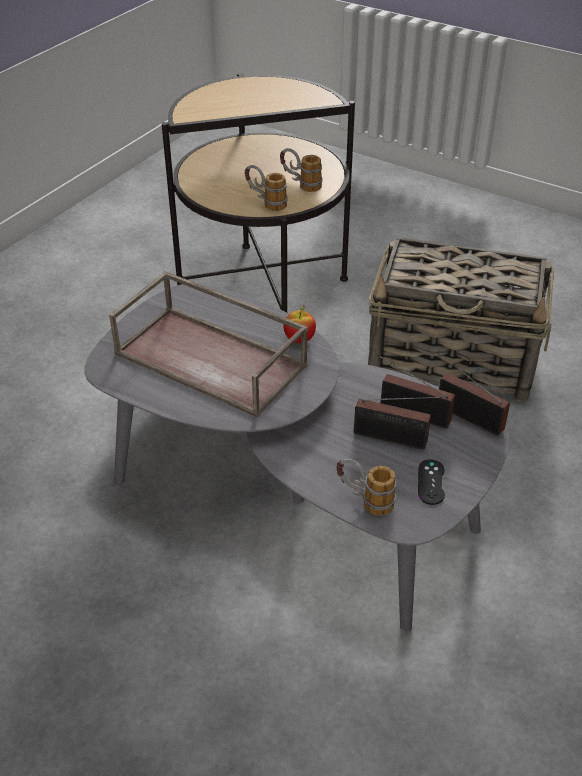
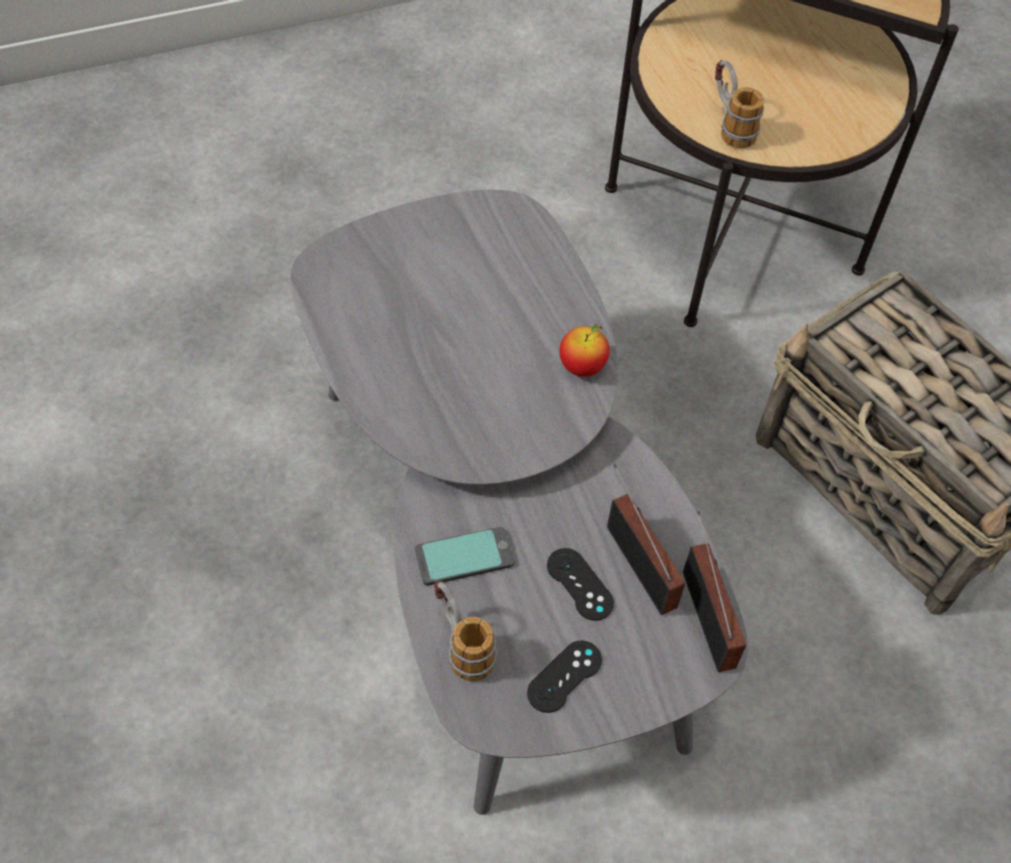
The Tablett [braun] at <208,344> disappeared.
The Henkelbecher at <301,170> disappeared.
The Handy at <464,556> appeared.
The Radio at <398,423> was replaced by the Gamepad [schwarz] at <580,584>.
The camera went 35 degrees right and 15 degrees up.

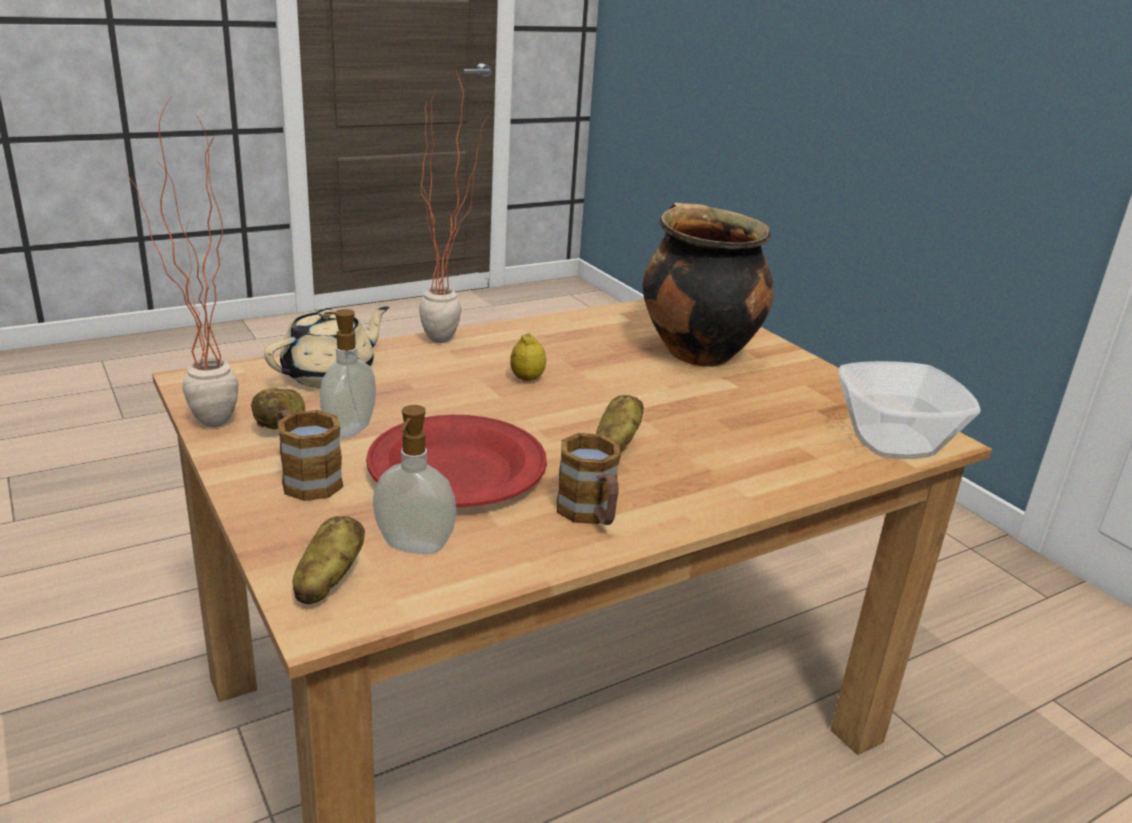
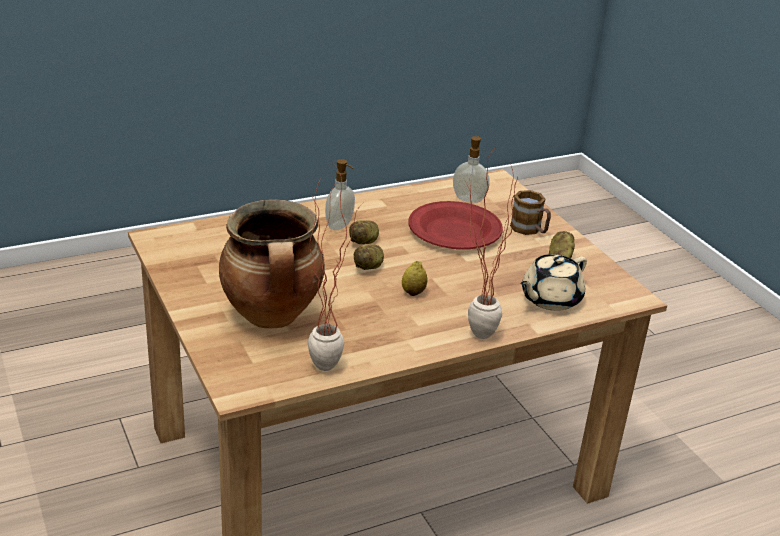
The Henkelbecher at <589,479> disappeared.
The Schüssel at <909,410> disappeared.
The Topfpflanze moved from <182,263> to <335,267>.
The Kartoffel moved from <328,560> to <369,257>.
The Seifenspender moved from <348,373> to <340,194>.
The camera went 175 degrees left and 5 degrees up.

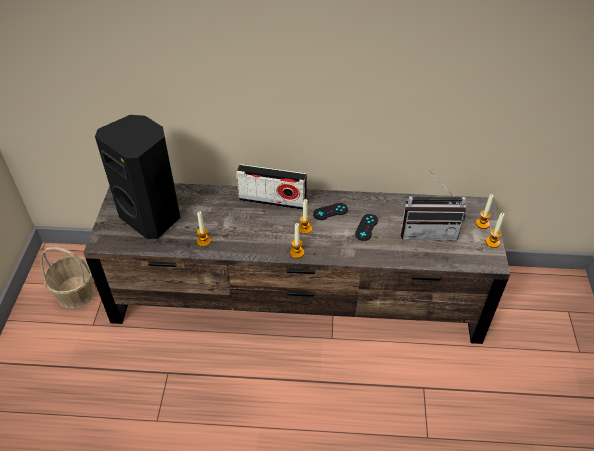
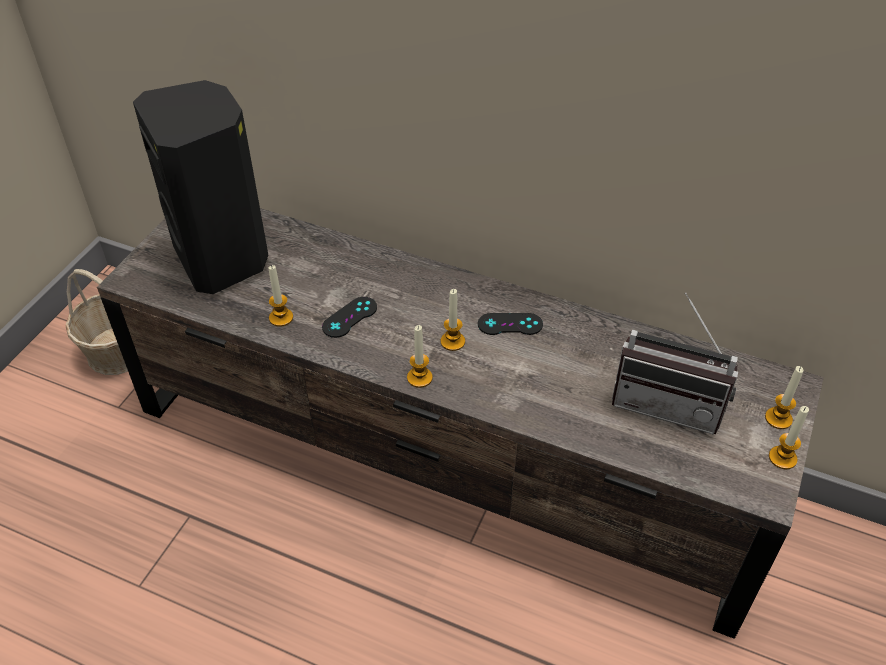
The Radio at <271,187> disappeared.
The Gamepad [schwarz] moved from <366,227> to <349,317>.
The camera went 20 degrees right and 0 degrees up.

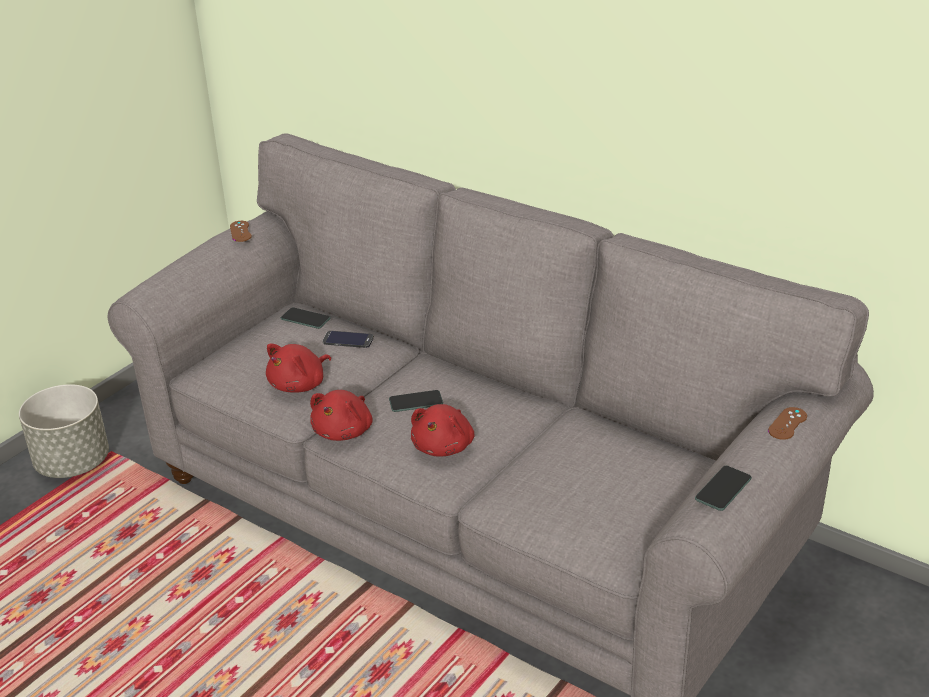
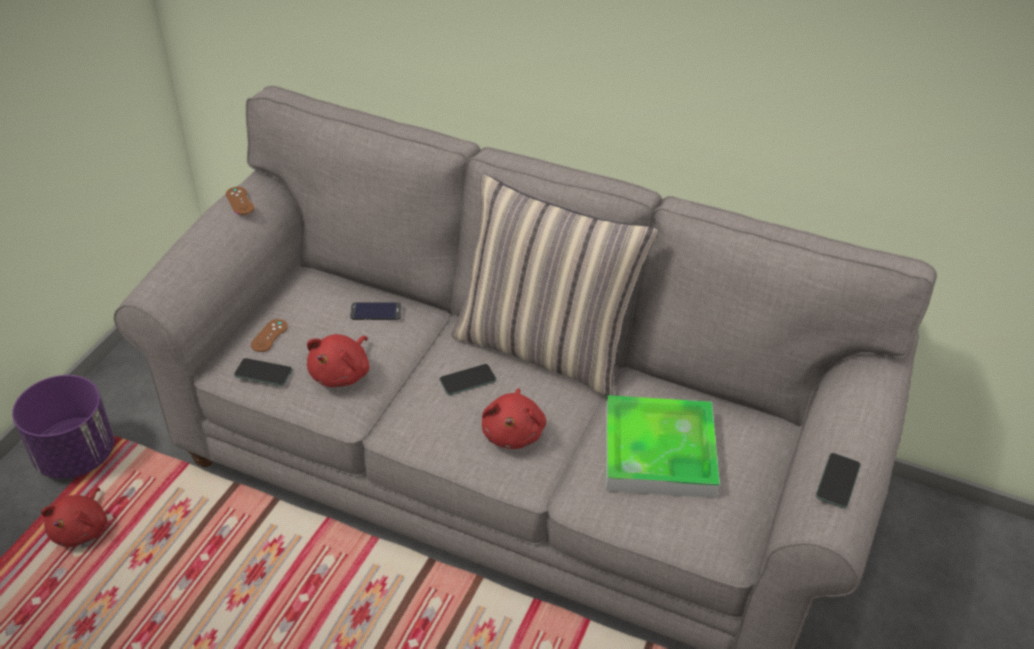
The Kissen at <554,284> appeared.
The Tablett at <663,446> appeared.
The Handy moved from <306,318> to <263,372>.
The Plüschtier [rot] moved from <341,415> to <74,517>.
The Gamepad [braun] moved from <787,423> to <269,335>.
The Pflanzkübel [grau] at <64,431> became the Pflanzkübel [lila] at <63,427>.
The camera went 15 degrees left and 10 degrees up.

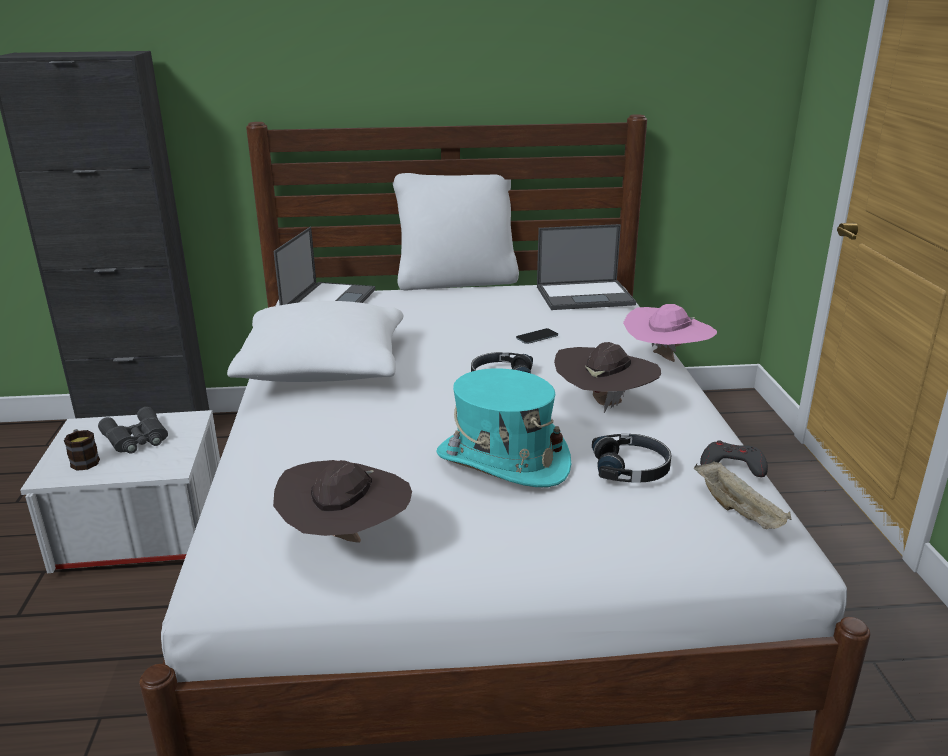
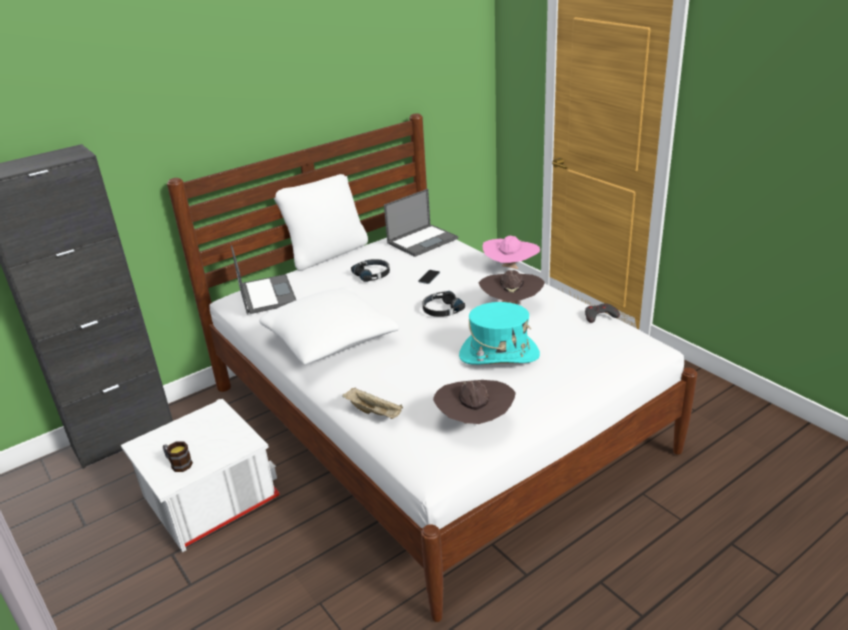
The Fernglas [grau] at <133,430> disappeared.
The Kopfhörer [schwarz] moved from <631,458> to <370,270>.
The Tablett [beige] moved from <742,495> to <372,403>.
The camera went 30 degrees left and 5 degrees up.

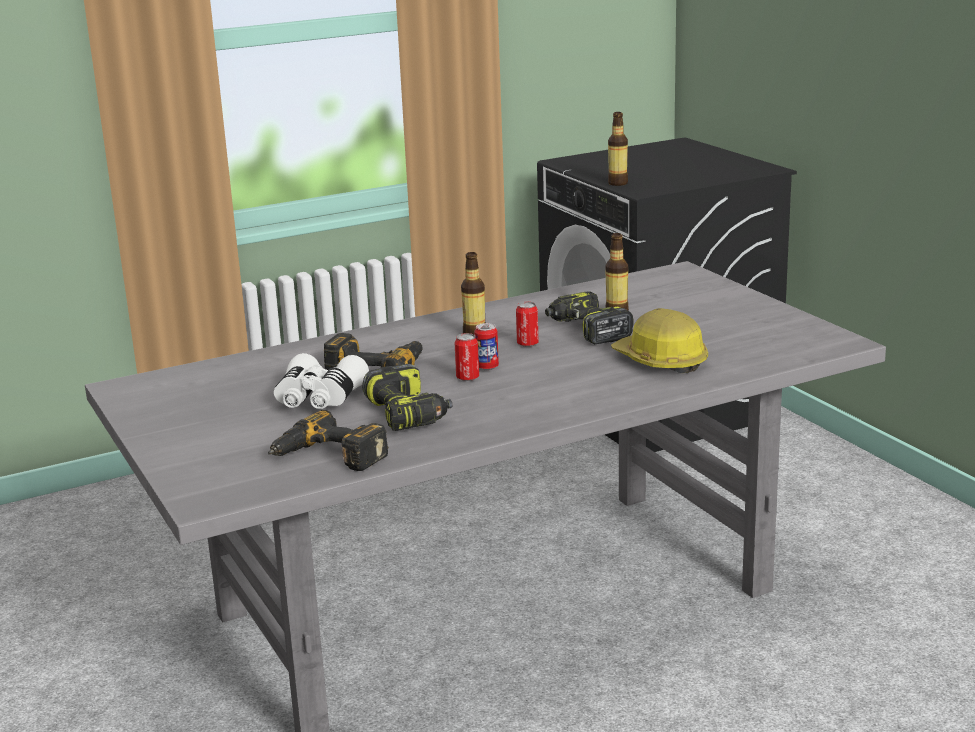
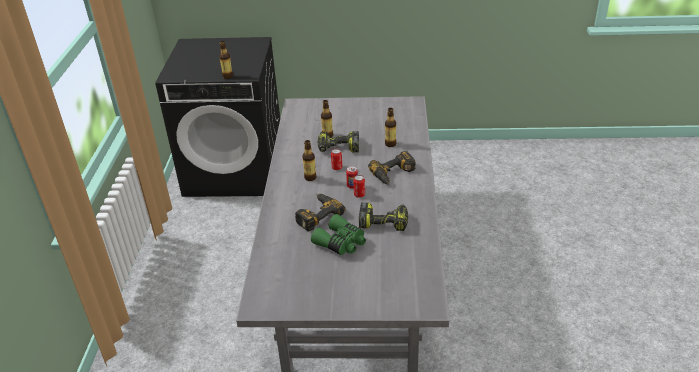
The Bohrmaschine moved from <328,440> to <391,167>.
The Schutzhelm at <659,340> was replaced by the Flasche at <390,127>.
The Fernglas [weiß] at <321,381> became the Fernglas [grün] at <338,234>.
The camera went 60 degrees left and 15 degrees up.

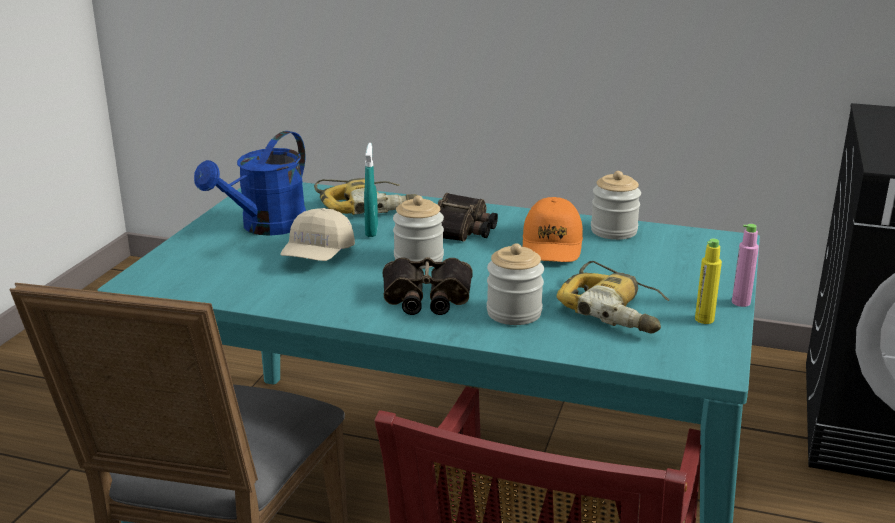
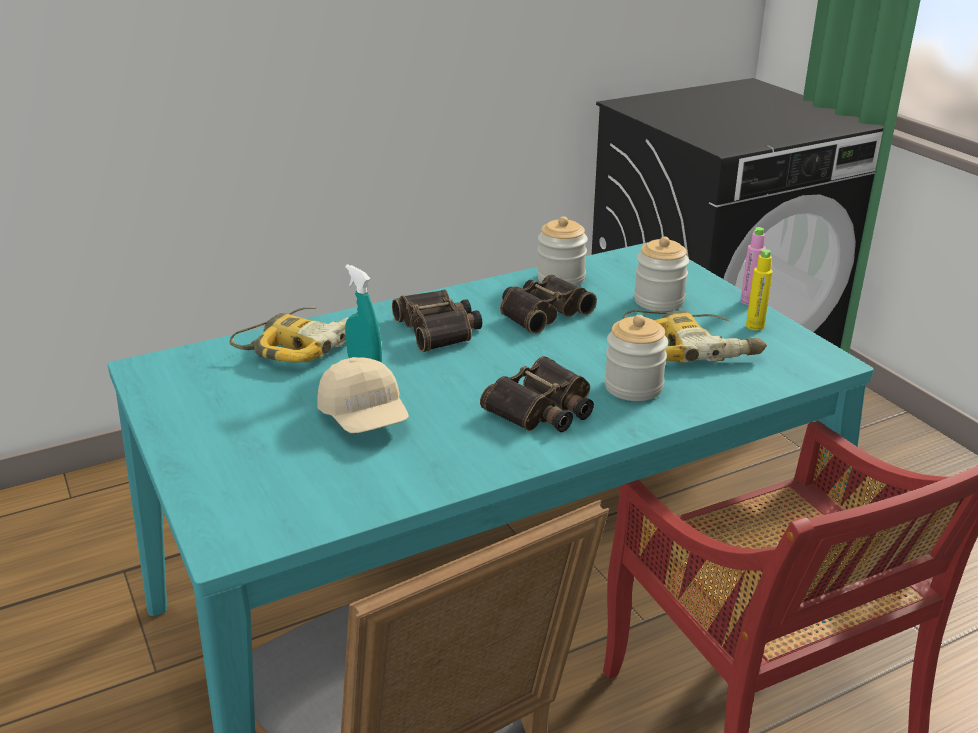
The Gießkanne [blau] at <250,183> disappeared.
The Vorratsglas moved from <418,232> to <661,273>.
The Kappe [orange] at <553,229> was replaced by the Fernglas at <548,304>.
The camera went 45 degrees left and 5 degrees up.

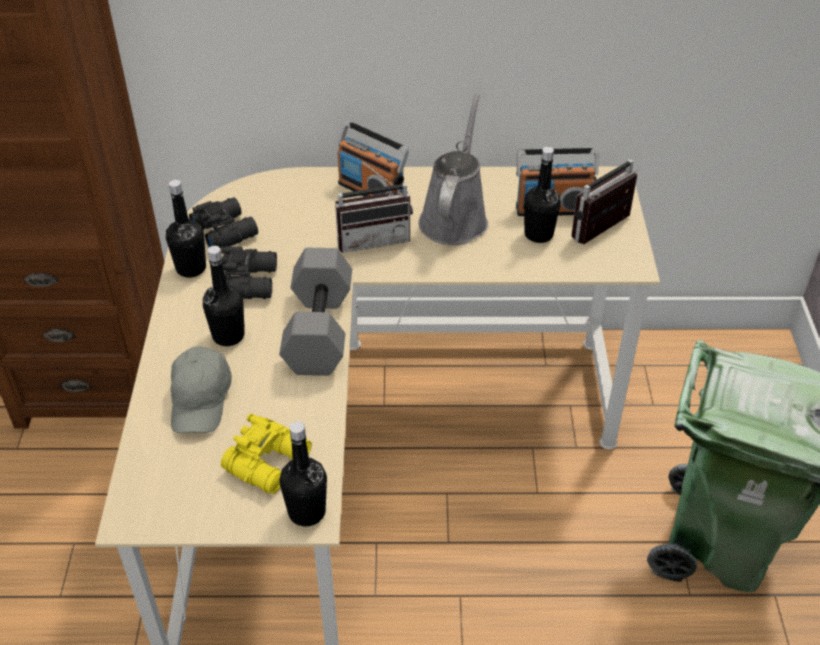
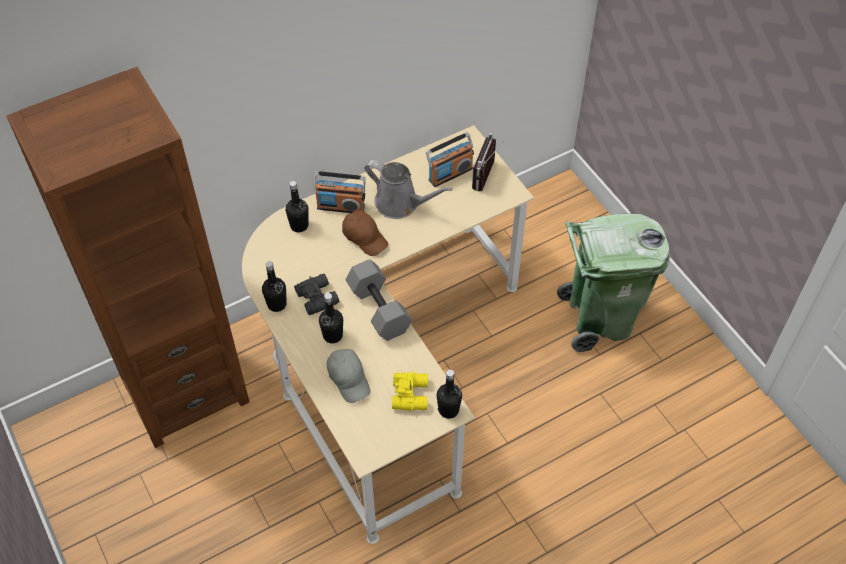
The Fernglas [schwarz] at <223,223> disappeared.
The Flasche [schwarz] moved from <542,195> to <297,206>.
The Radio at <374,205> was replaced by the Kappe [braun] at <365,233>.
The Gießkanne [grau] at <453,169> turned 135 degrees clockwise.
The camera went 30 degrees left and 10 degrees up.

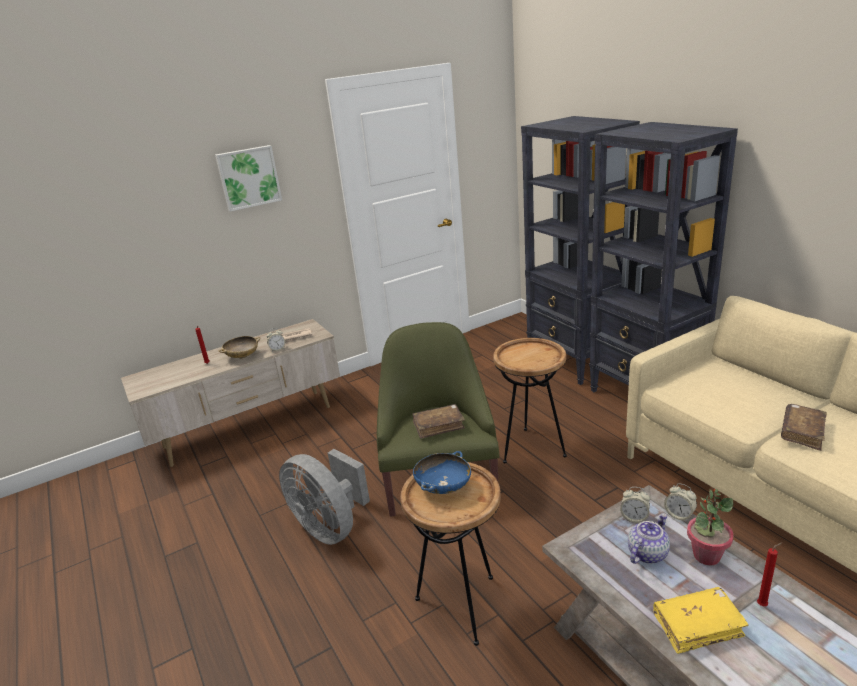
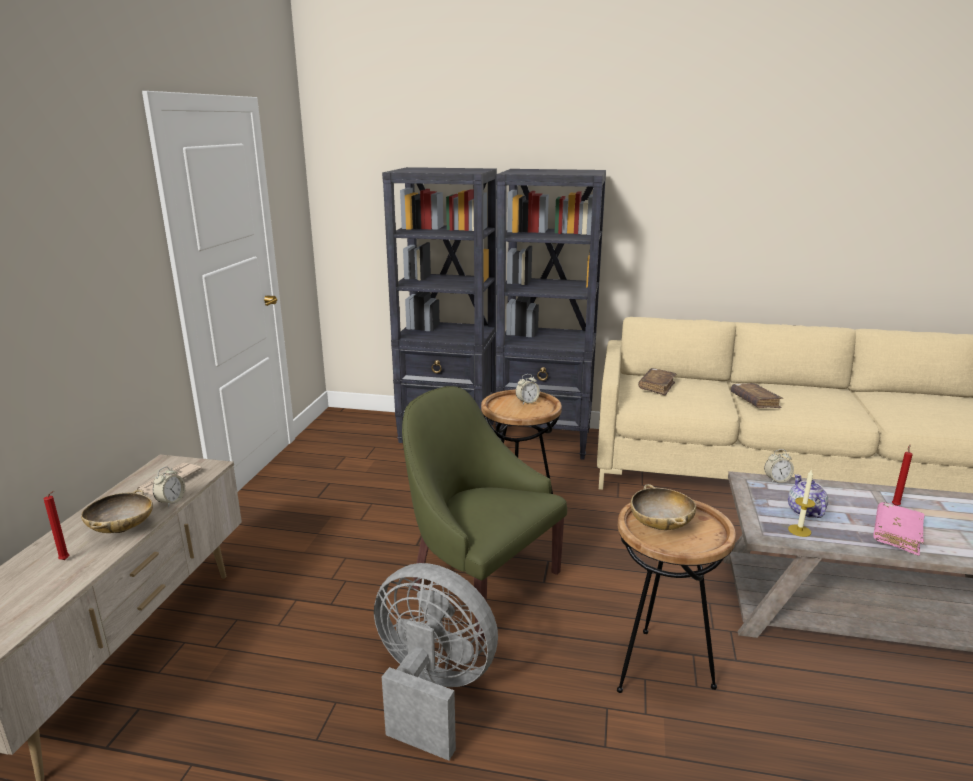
The Bild at <248,178> disappeared.
The Topfpflanze at <710,527> disappeared.
The Kerze at <801,503> appeared.
The Buch [braun] moved from <439,421> to <657,382>.
The Wecker moved from <635,505> to <528,389>.
The Schüssel [blau] at <442,472> became the Schüssel [beige] at <663,507>.
The Buch [gelb] at <701,620> became the Buch [rosa] at <899,529>.
The Ventilator [grau] at <324,497> turned 150 degrees counterclockwise.
The camera went 50 degrees left and 5 degrees down.

